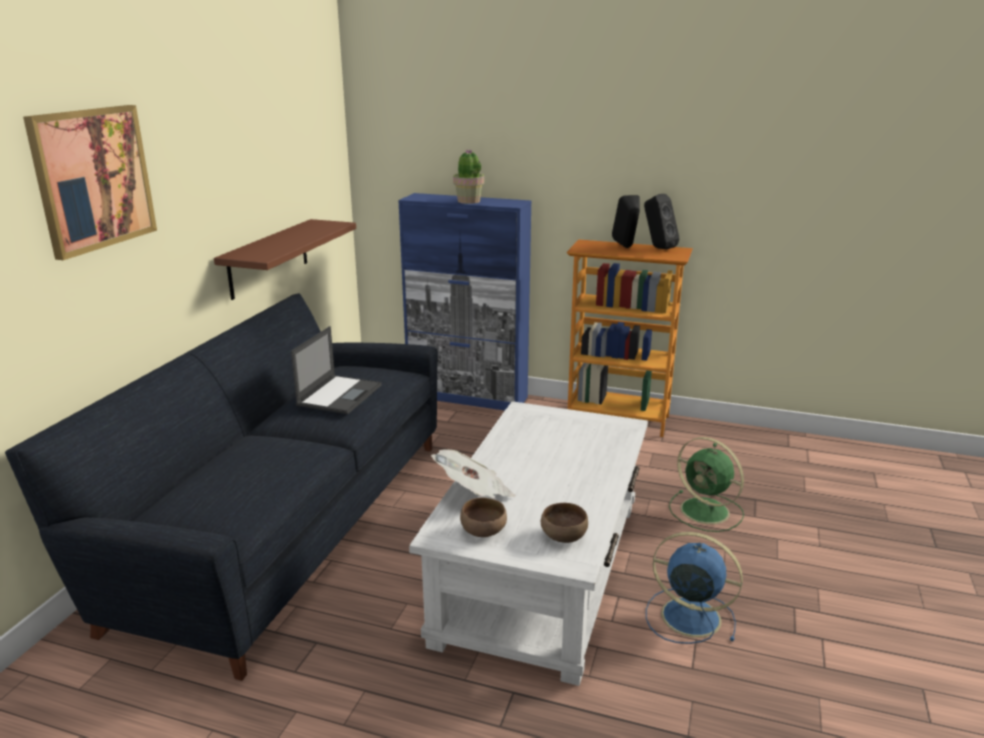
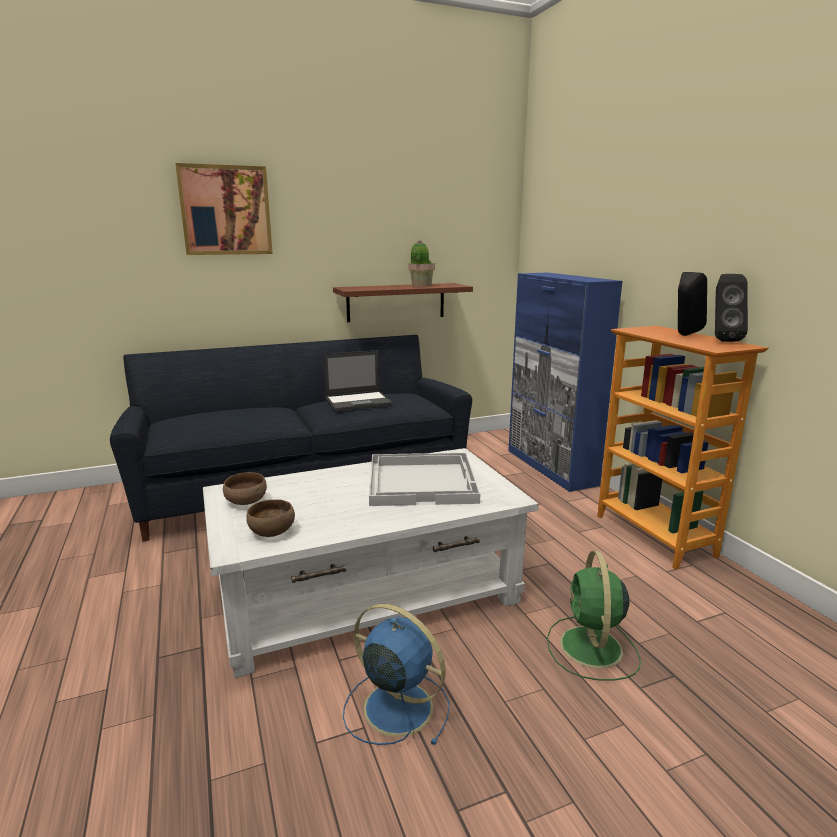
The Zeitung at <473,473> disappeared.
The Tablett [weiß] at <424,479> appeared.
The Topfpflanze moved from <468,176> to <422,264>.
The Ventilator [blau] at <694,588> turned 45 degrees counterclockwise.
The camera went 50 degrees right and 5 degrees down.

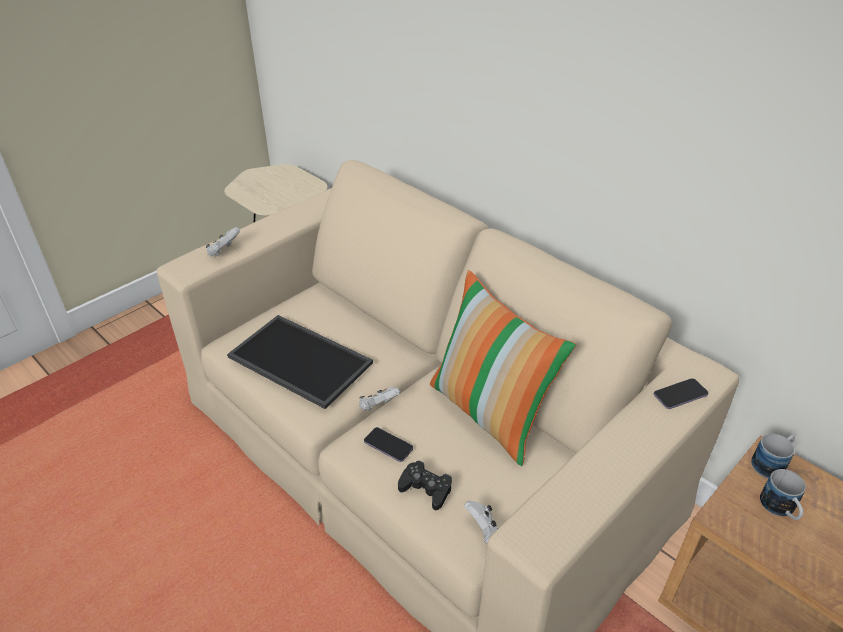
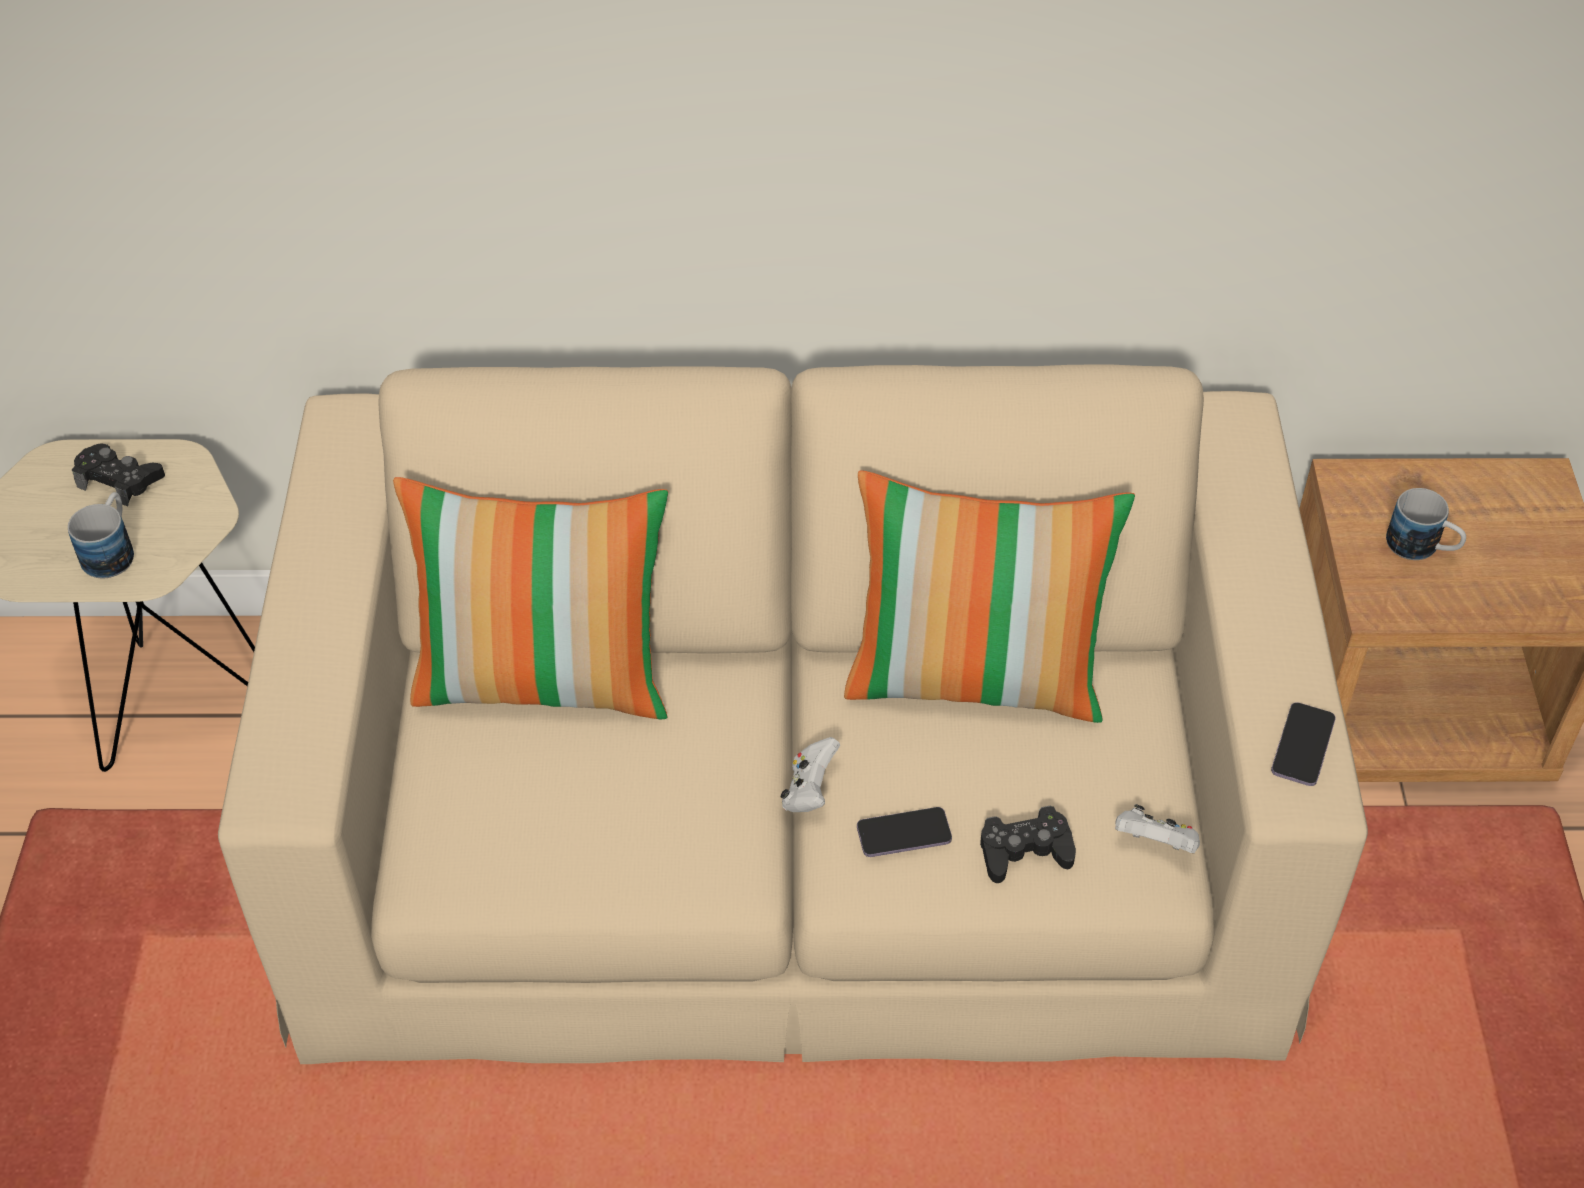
The Gamepad [weiß] at <223,241> disappeared.
The Tablett at <300,362> disappeared.
The Gamepad [schwarz] at <118,474> appeared.
The Kissen at <530,598> appeared.
The Handy moved from <681,393> to <1303,744>.
The Henkelbecher moved from <773,456> to <101,535>.
The camera went 45 degrees left and 10 degrees up.

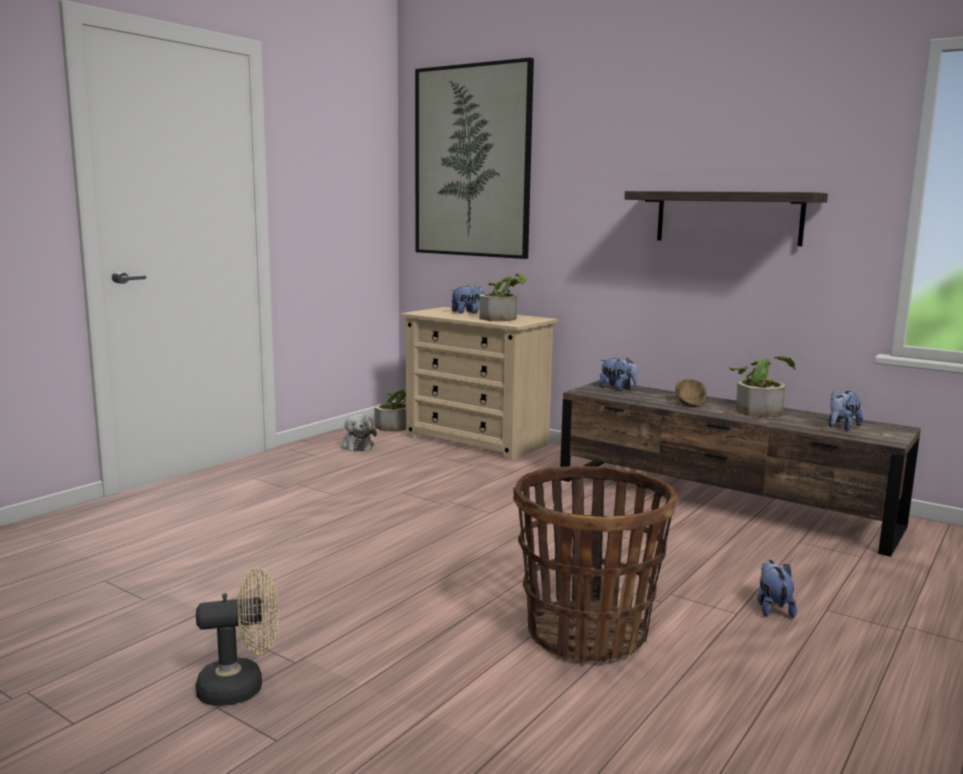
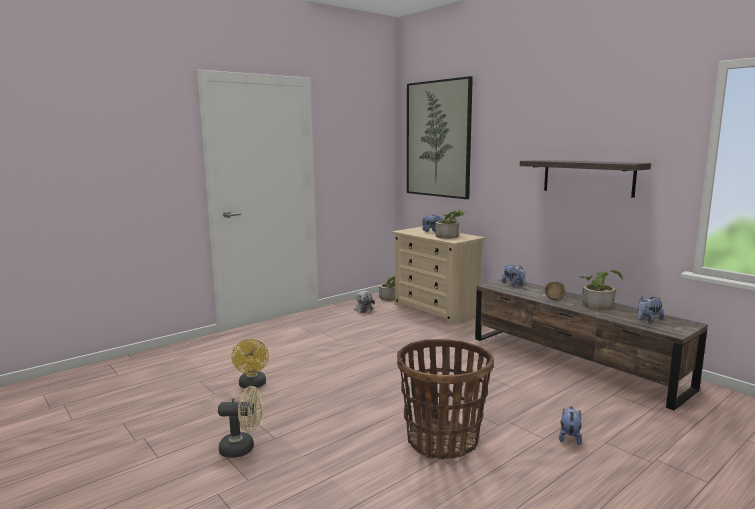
The Ventilator [gelb] at <250,363> appeared.
The camera went 15 degrees right and 0 degrees up.

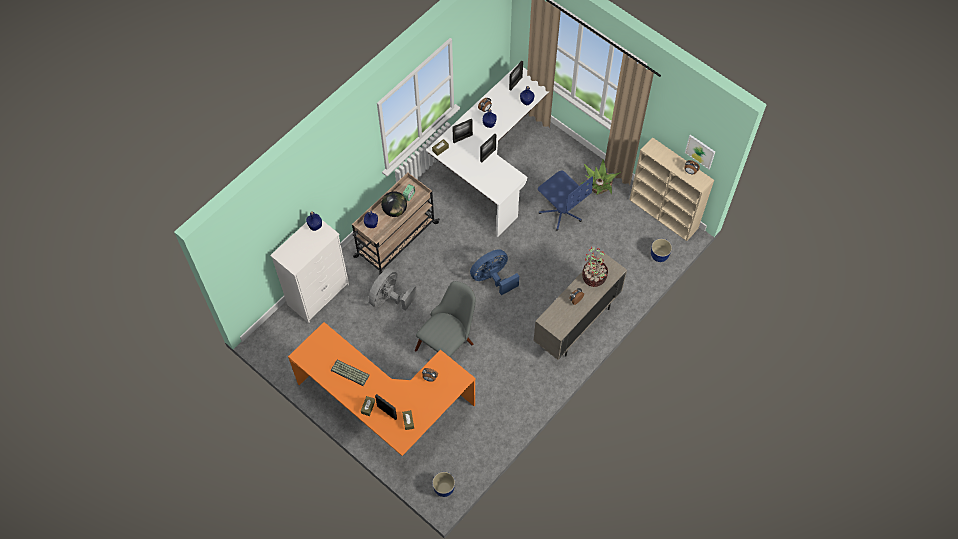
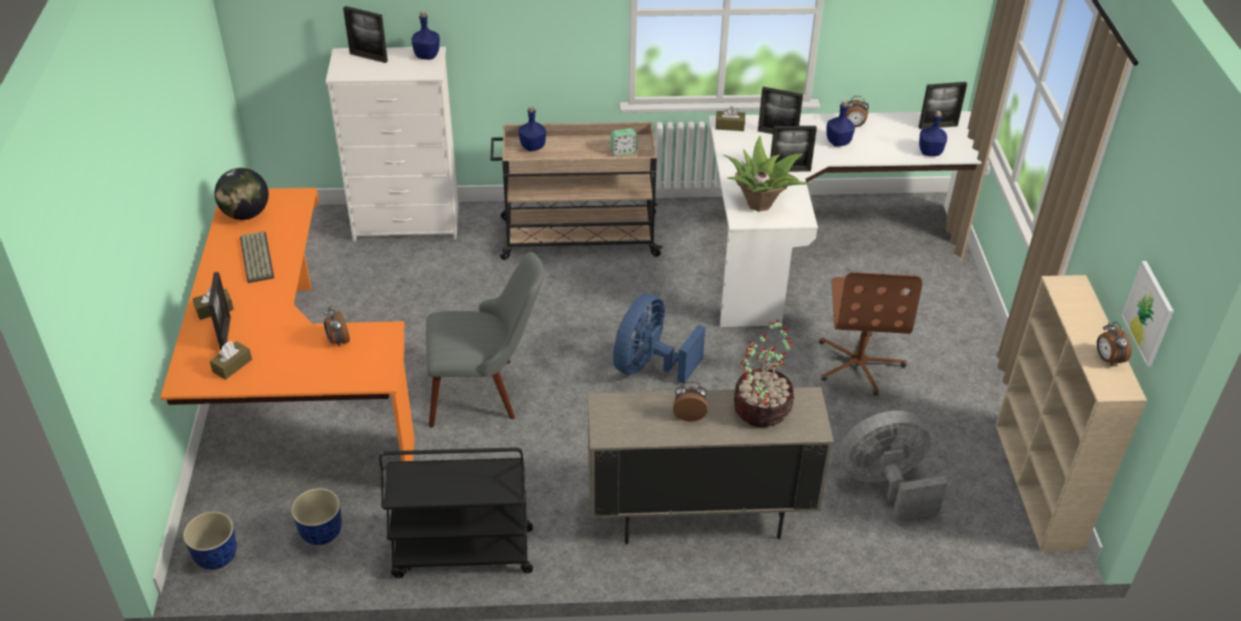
The Bilderrahmen at <365,34> appeared.
The Rollwagen [schwarz] at <456,512> appeared.
The Ventilator [grau] moved from <392,289> to <894,466>.
The Globus moved from <394,204> to <242,194>.
The Topfpflanze moved from <600,177> to <767,174>.
The Pflanzkübel moved from <661,250> to <316,516>.
The Bürostuhl [blau] at <565,201> became the Bürostuhl [braun] at <870,334>.
The Ventilator [blau] at <494,272> turned 75 degrees counterclockwise.
The camera went 45 degrees right and 20 degrees down.

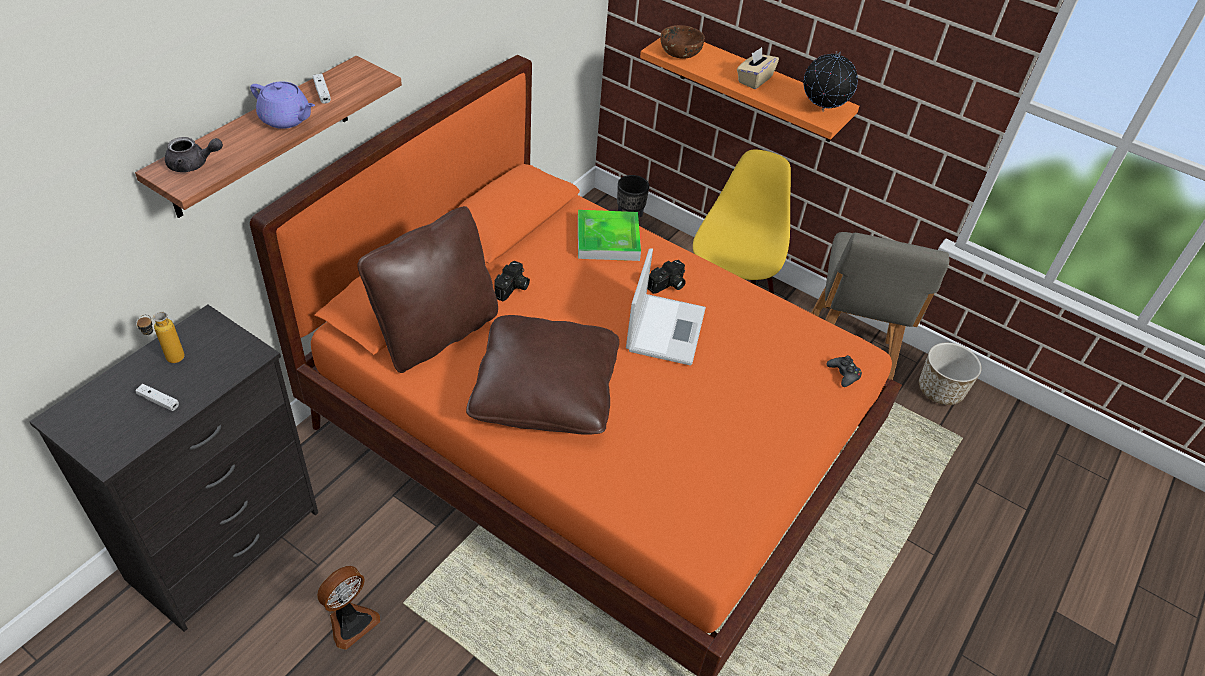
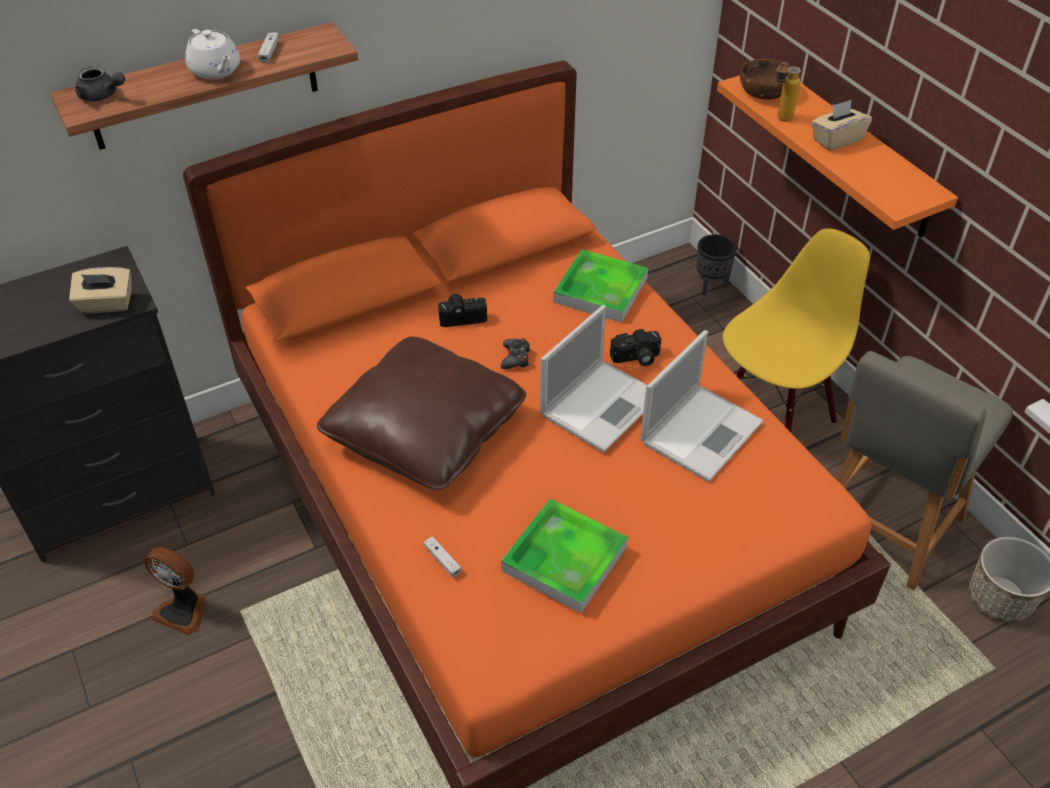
The Kissen [braun] at <428,289> disappeared.
The Globus at <830,81> disappeared.
The Taschentuchbox [beige] at <100,290> appeared.
The Tablett at <564,556> appeared.
The Laptop at <702,406> appeared.
The Gamepad [weiß] moved from <157,397> to <442,556>.
The Flasche moved from <160,337> to <788,92>.
The Gamepad [schwarz] moved from <844,371> to <515,353>.
The Teekanne [lila] at <282,105> became the Teekanne [weiß] at <212,54>.
The Ventilator at <348,608> turned 45 degrees clockwise.
The Kamera at <512,281> turned 150 degrees counterclockwise.
The camera went 30 degrees right and 0 degrees up.

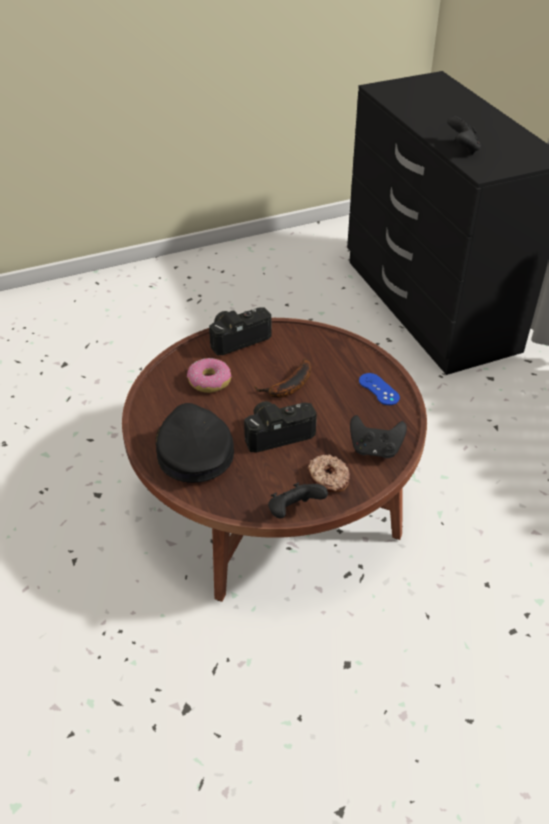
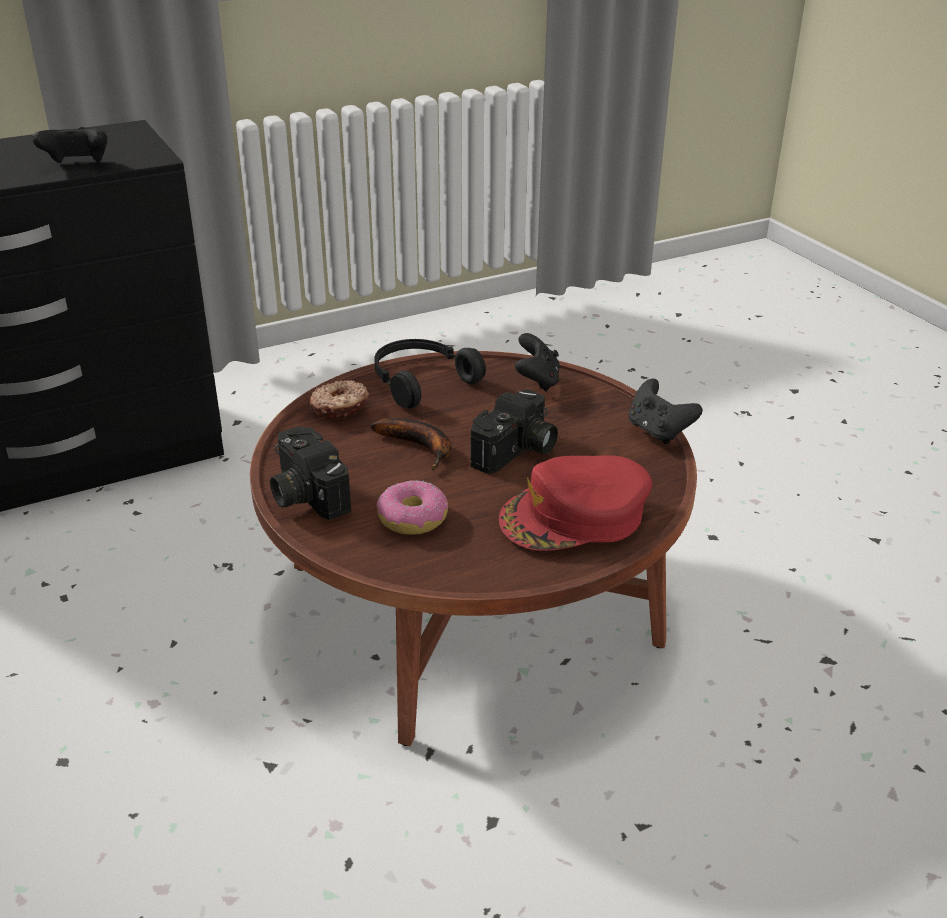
The Donut moved from <328,473> to <339,399>.
The Gamepad [blau] at <379,389> was replaced by the Kopfhörer [schwarz] at <430,373>.
The Kappe [schwarz] at <195,443> became the Kappe [rot] at <575,503>.
The Kamera at <280,426> turned 120 degrees counterclockwise.
The camera went 95 degrees left and 10 degrees down.

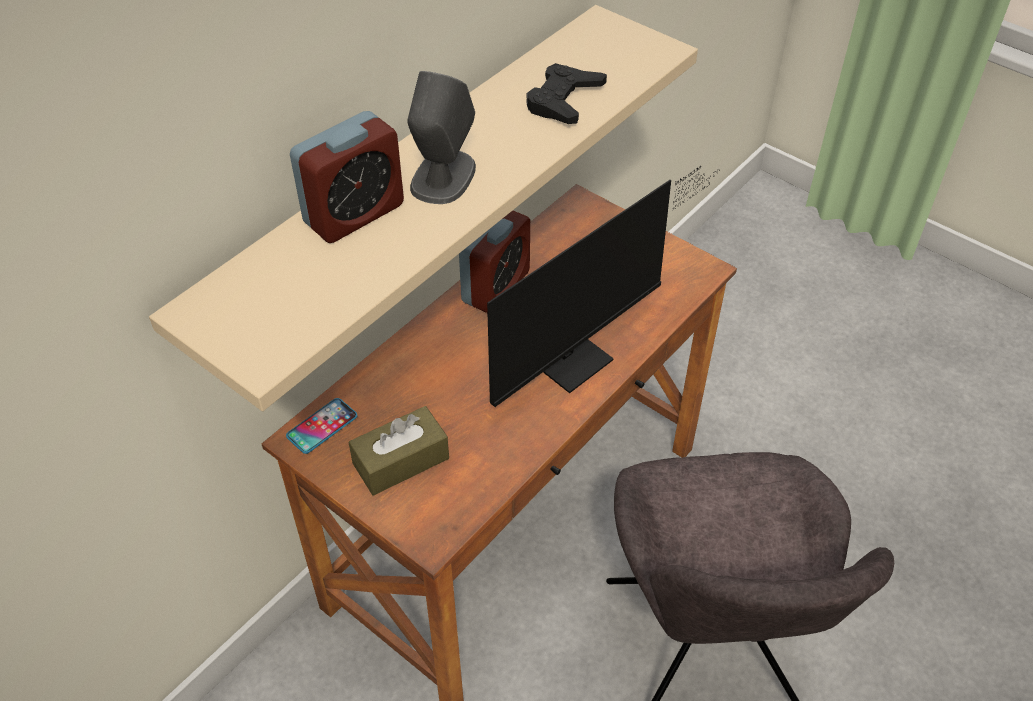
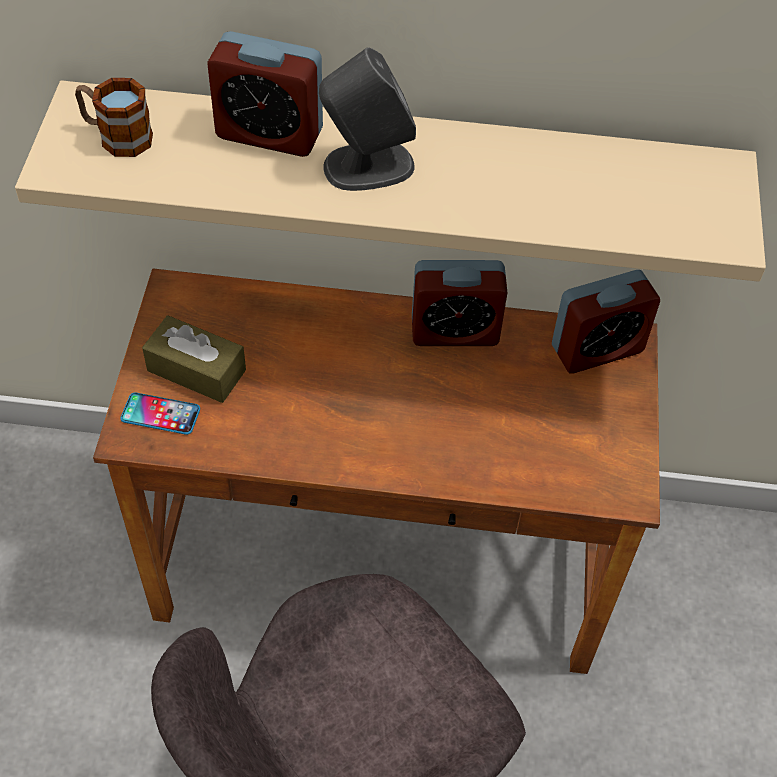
The Monitor at <603,287> disappeared.
The Gamepad [schwarz] at <566,93> disappeared.
The Henkelbecher at <114,117> appeared.
The Wecker at <606,322> appeared.
The Handy moved from <322,426> to <160,414>.
The camera went 55 degrees right and 5 degrees up.

